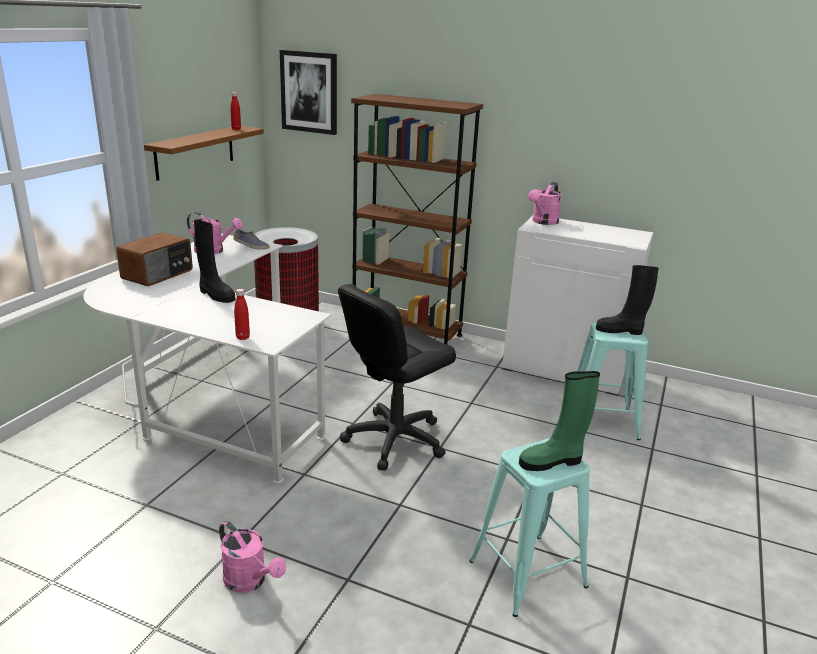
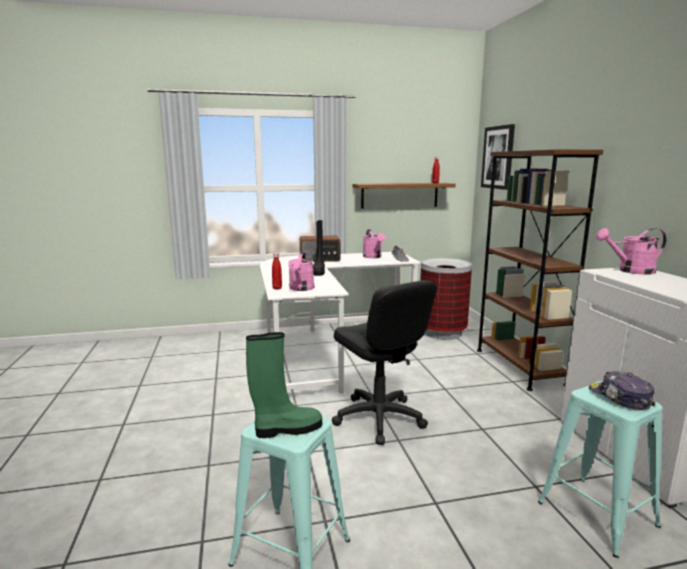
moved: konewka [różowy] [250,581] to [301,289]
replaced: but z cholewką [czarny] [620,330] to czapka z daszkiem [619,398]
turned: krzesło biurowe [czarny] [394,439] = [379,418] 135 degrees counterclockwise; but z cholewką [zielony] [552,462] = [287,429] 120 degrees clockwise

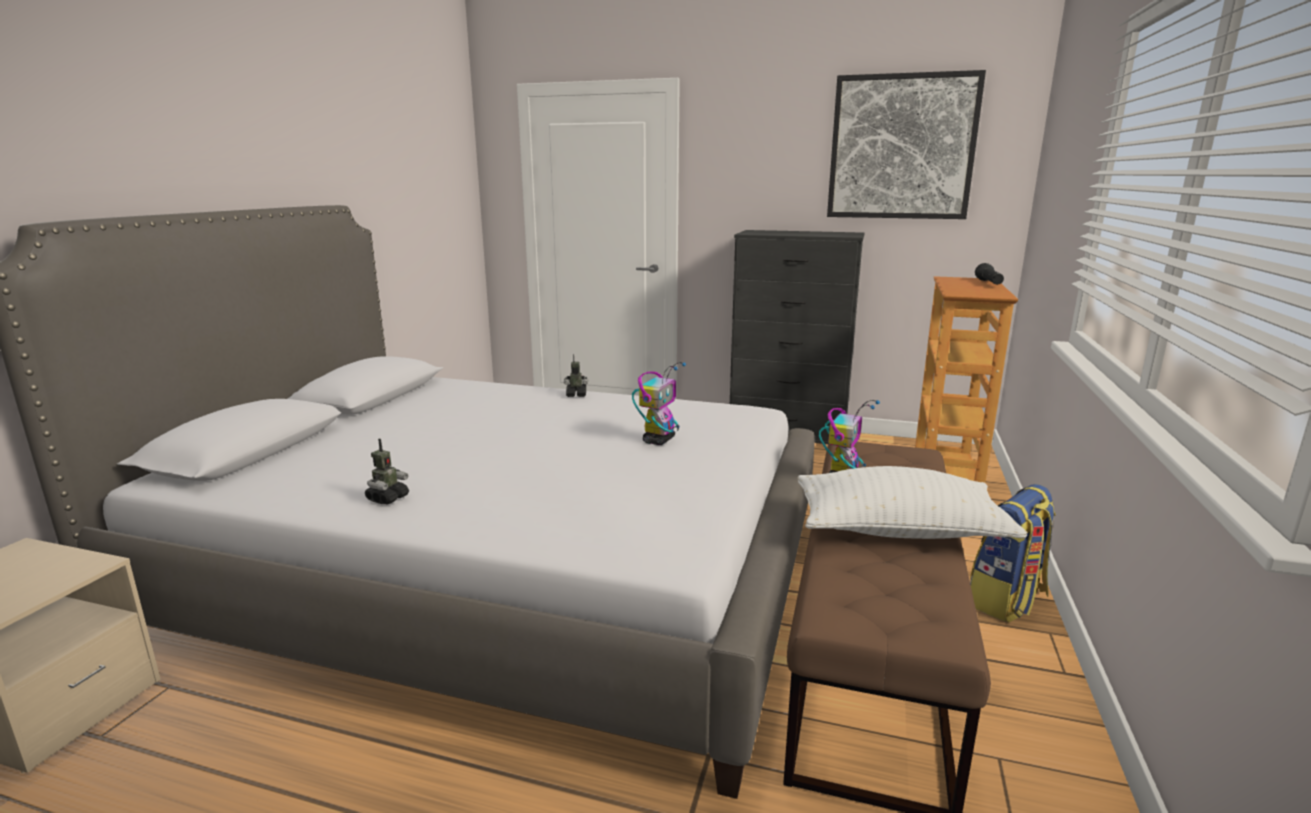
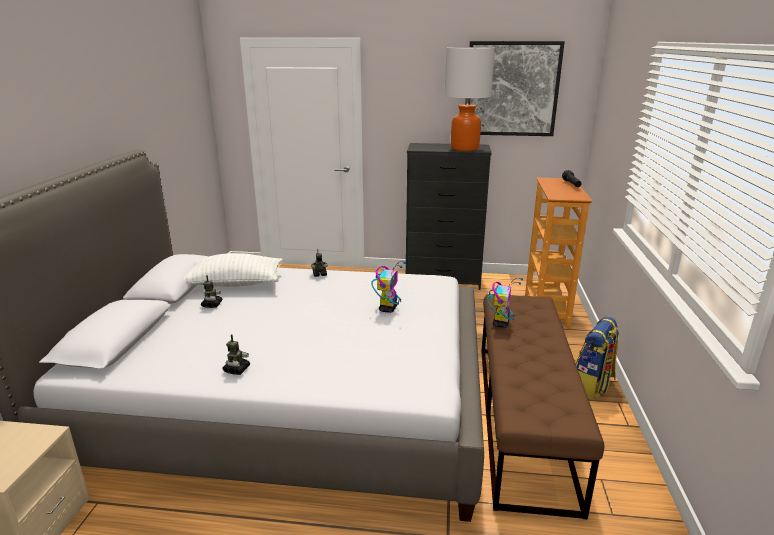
added: robot zabawkowy [212,305]; lampa stołowa [464,148]
moved: poduszka [biały] [898,531] to [234,284]

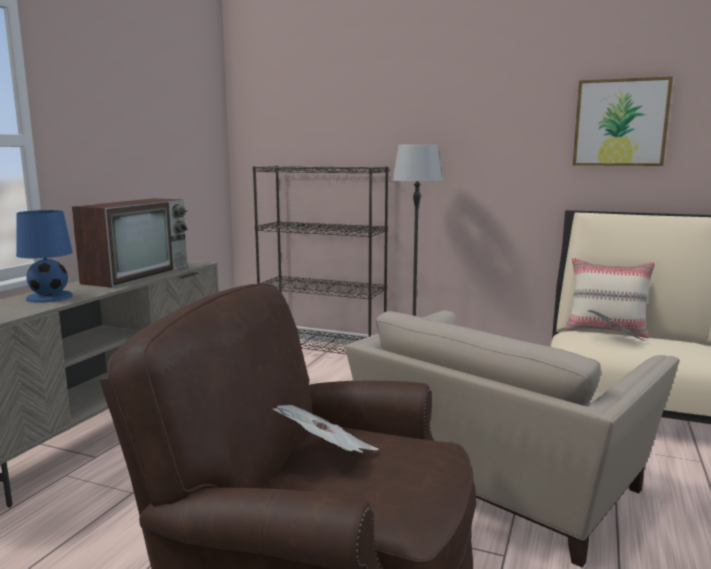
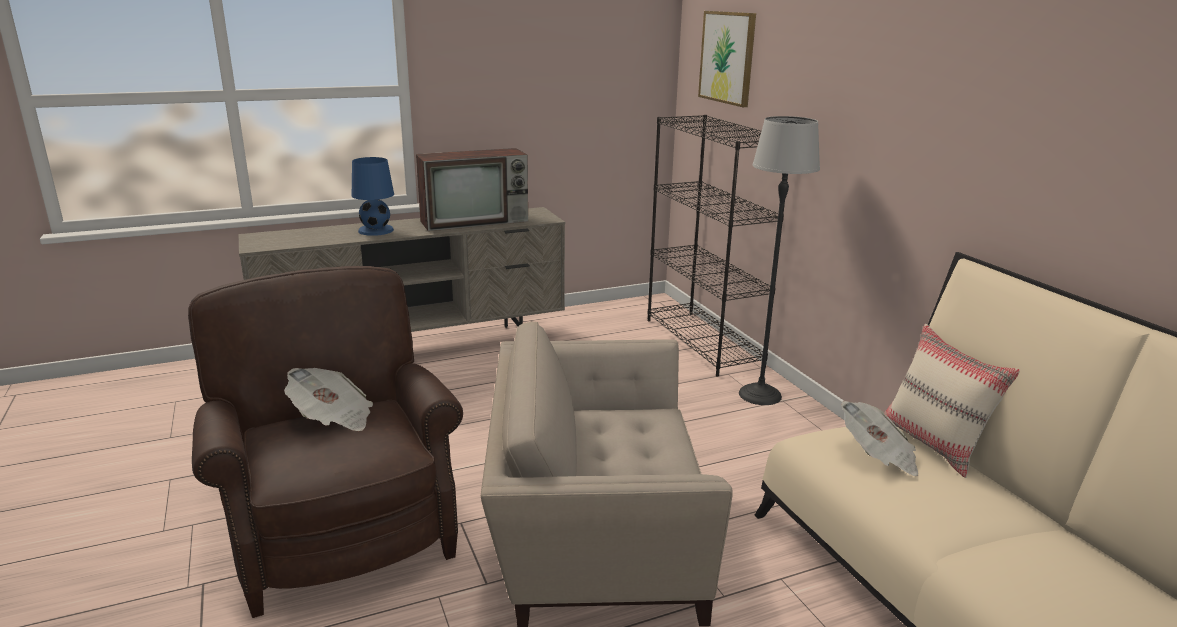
moved: obraz [620,122] to [727,57]

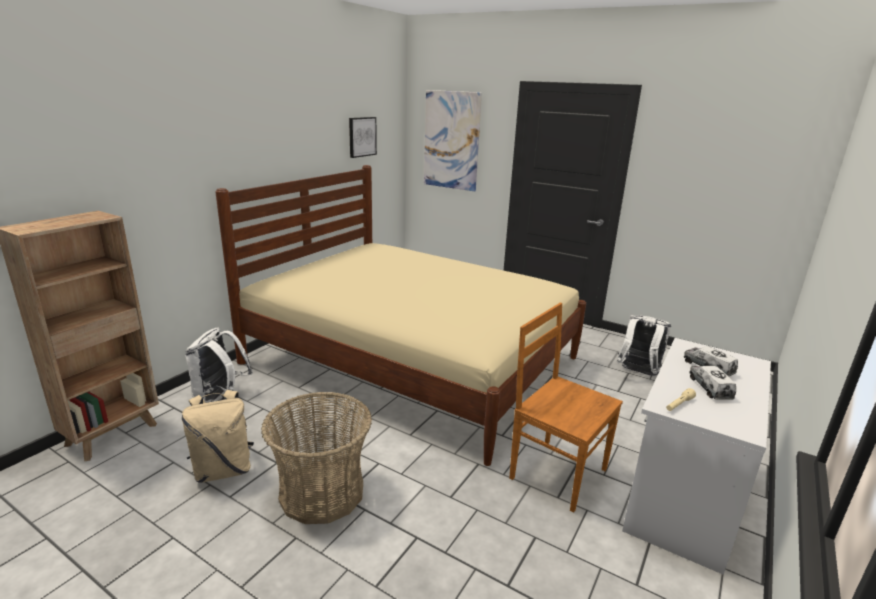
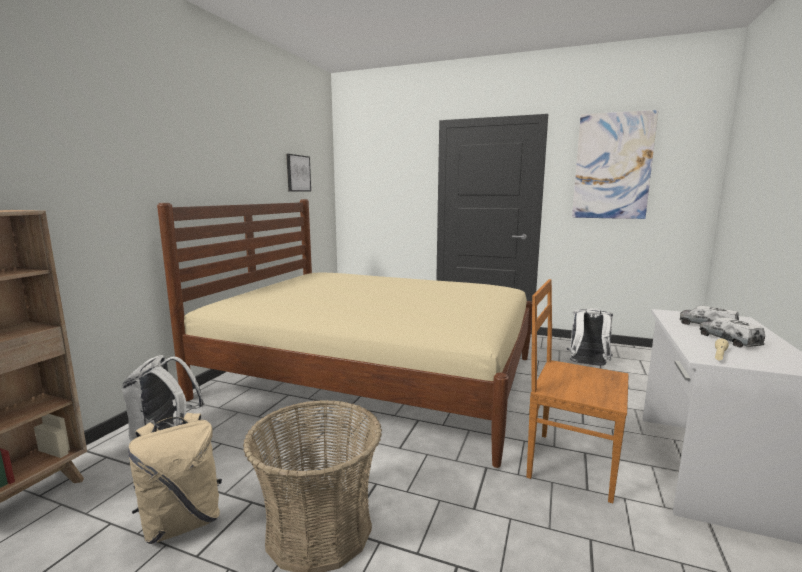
moved: obraz [451,140] to [612,166]

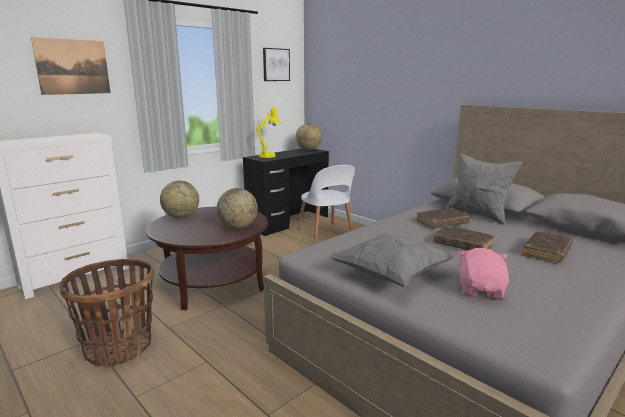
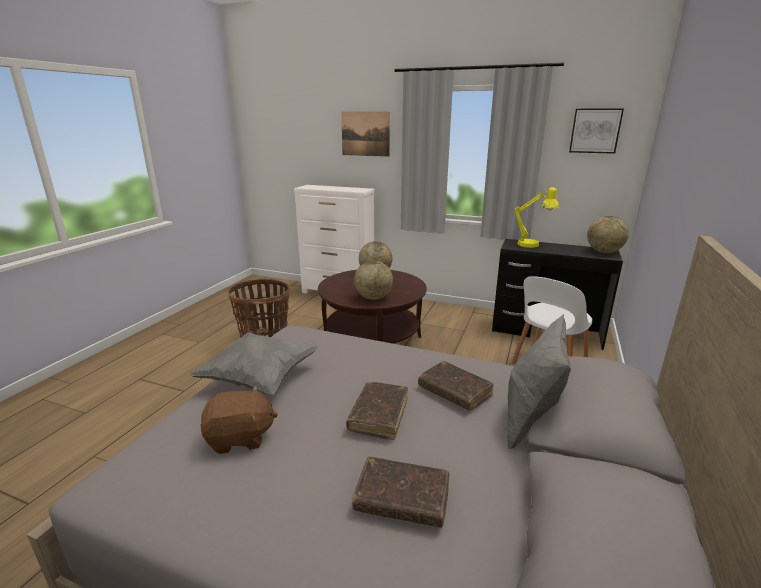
recoloured: pluszak [różowy] [480,290] to pluszak [brązowy] [240,438]

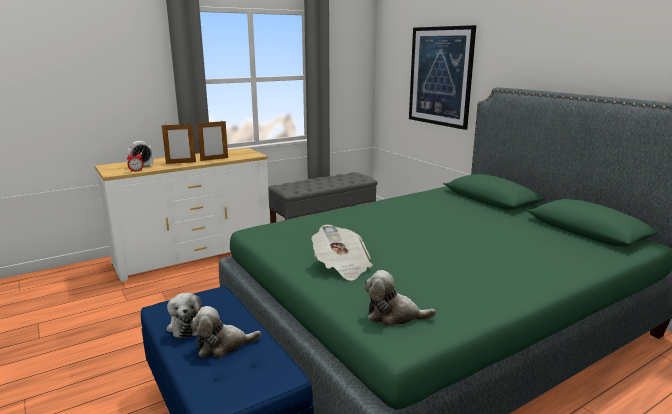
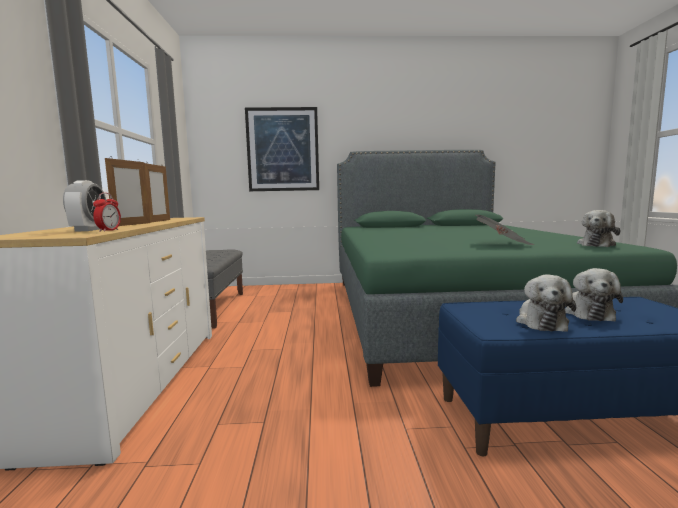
turned: pluszak [187,325] = [541,322] 90 degrees clockwise

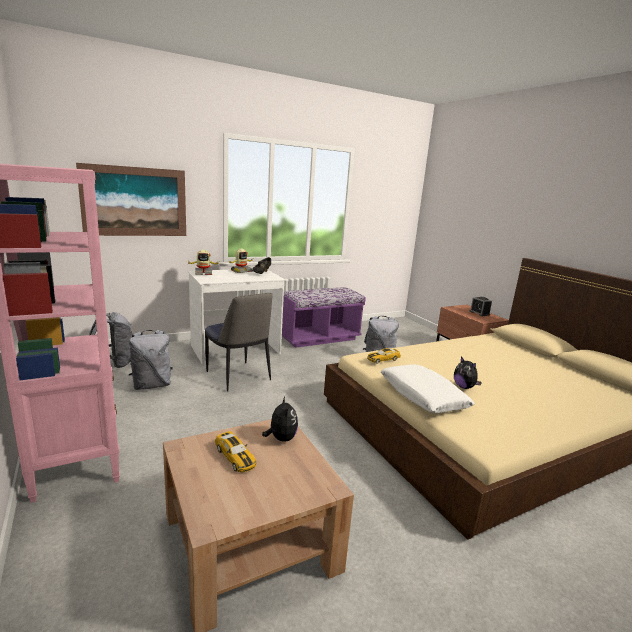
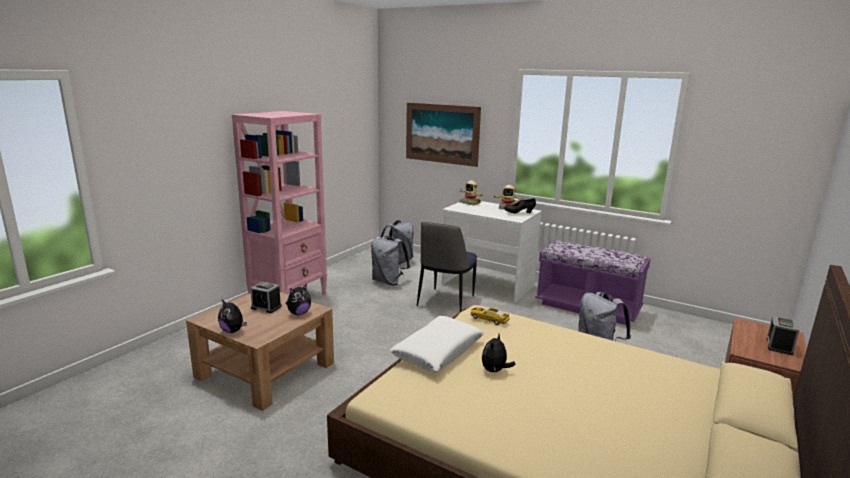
added: pluszak [233,331]
replaced: samochodzik [235,457] to budzik [266,307]

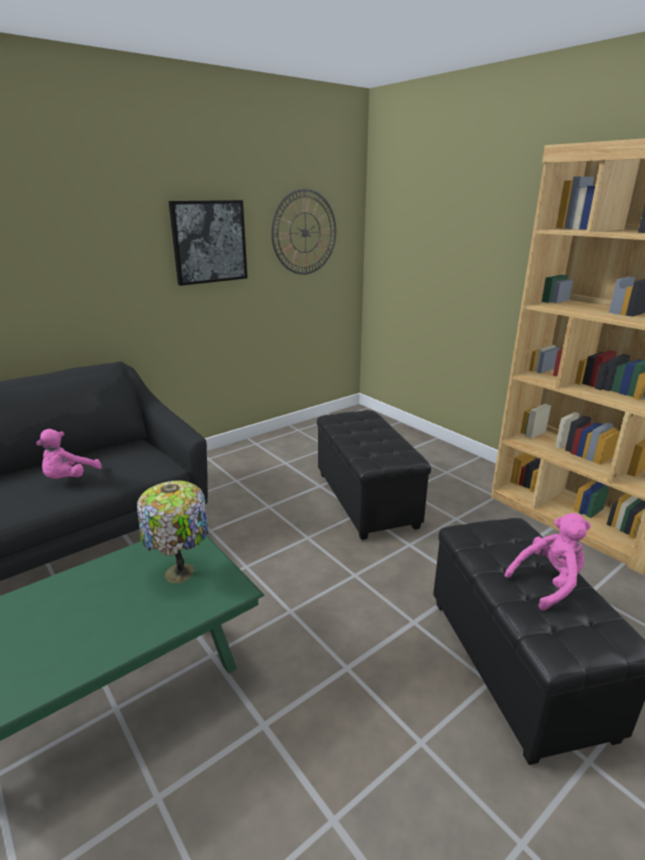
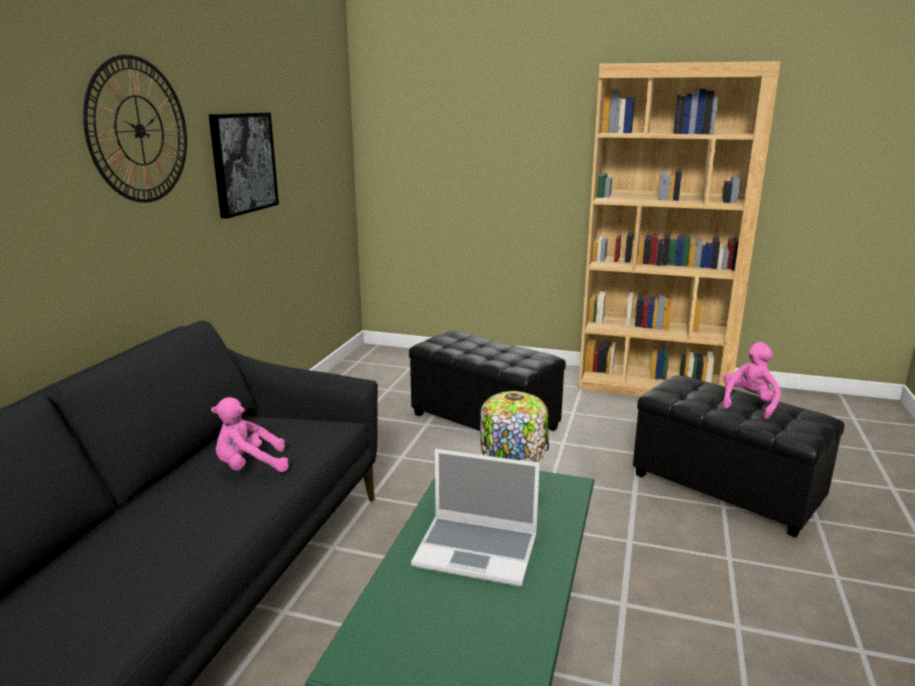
added: laptop [478,551]
moved: zegar ścienny [305,232] to [139,130]
turned: pluszak [różowy] [69,478] = [249,467] 90 degrees clockwise

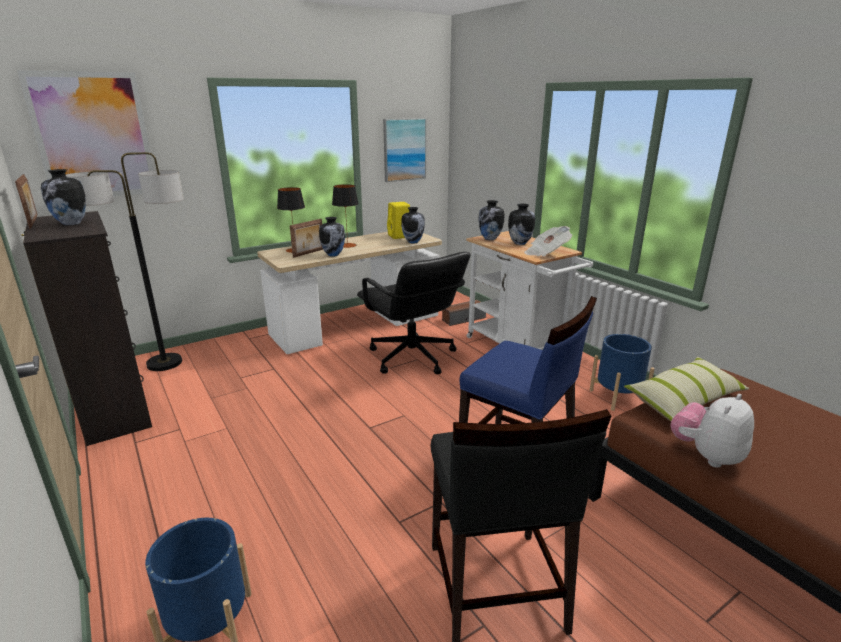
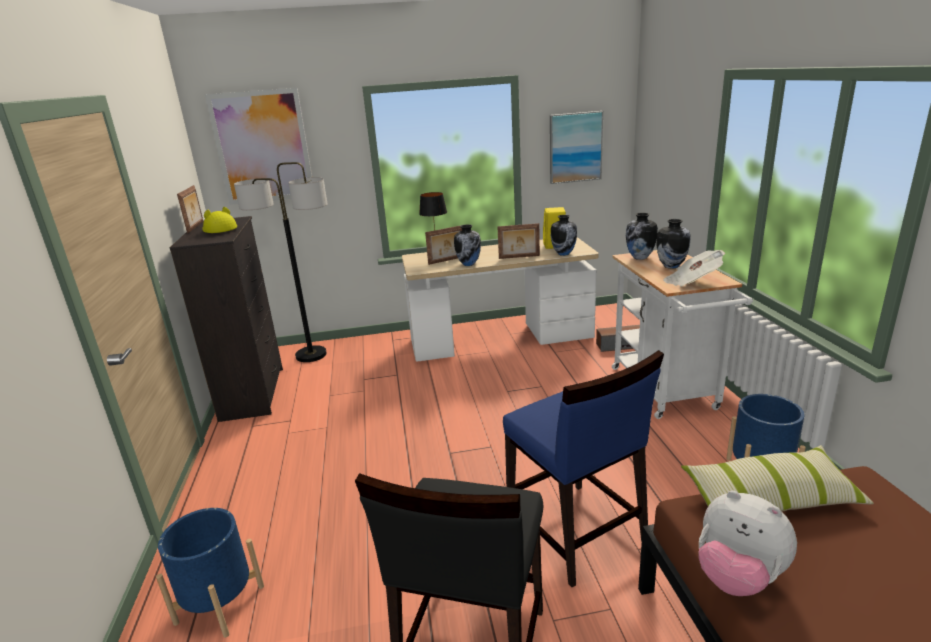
removed: lampa stołowa [347,245]; krzesło biurowe [czarny] [412,358]
added: ramka na zdjęcie [519,257]
replaced: wazon [71,223] to kapelusz [żółty] [219,229]
turned: pluszak [706,455] = [738,577] 120 degrees counterclockwise

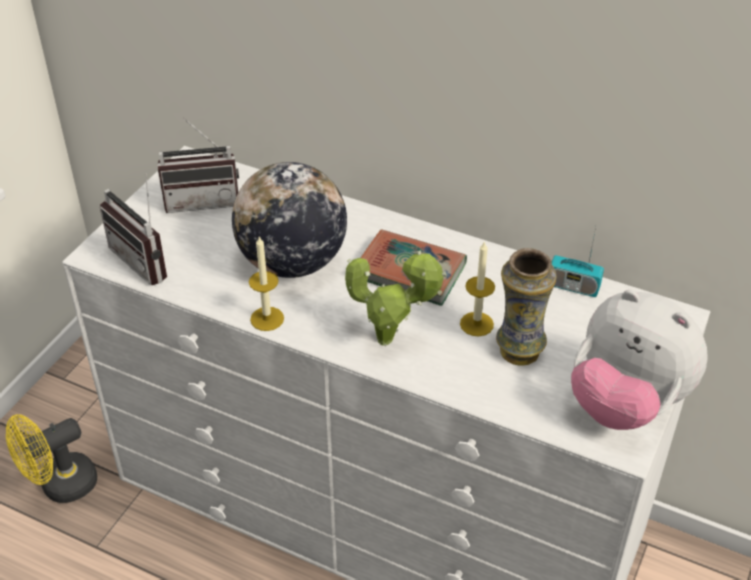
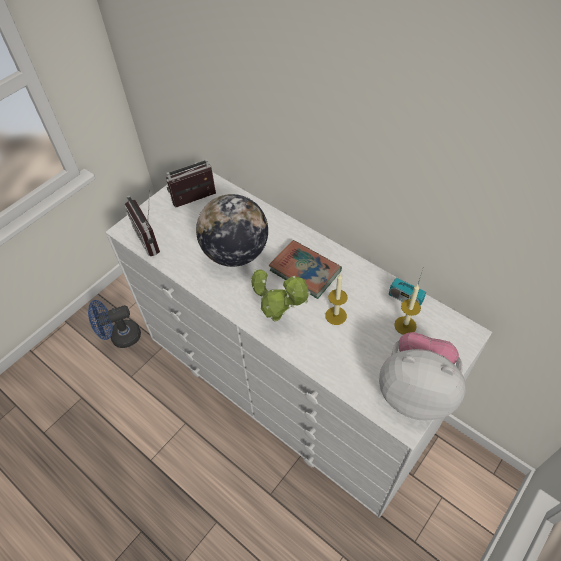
removed: wazon [519,350]
moved: świeca [267,319] to [405,325]
recoloured: wentylator [żółty] [60,486] to wentylator [niebieski] [120,337]
turned: radio [203,200] = [195,202] 150 degrees clockwise; pluszak [626,403] = [415,391] 150 degrees clockwise

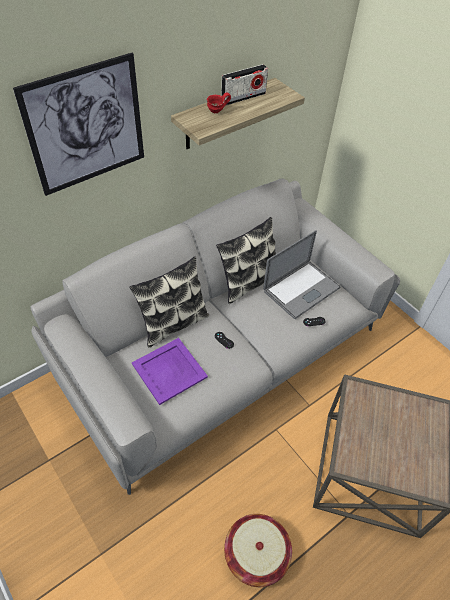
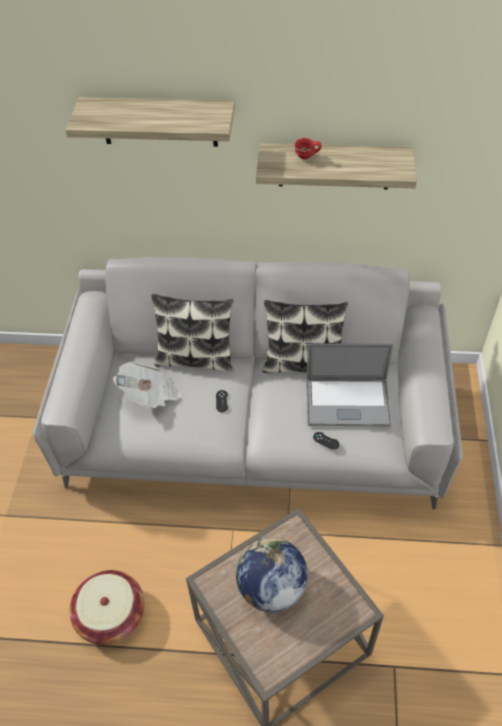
removed: radio [243,97]
added: globus [271,588]
replaced: obraz [86,126] to półka [159,122]; taca [fioletowy] [169,370] to gazeta [150,395]

